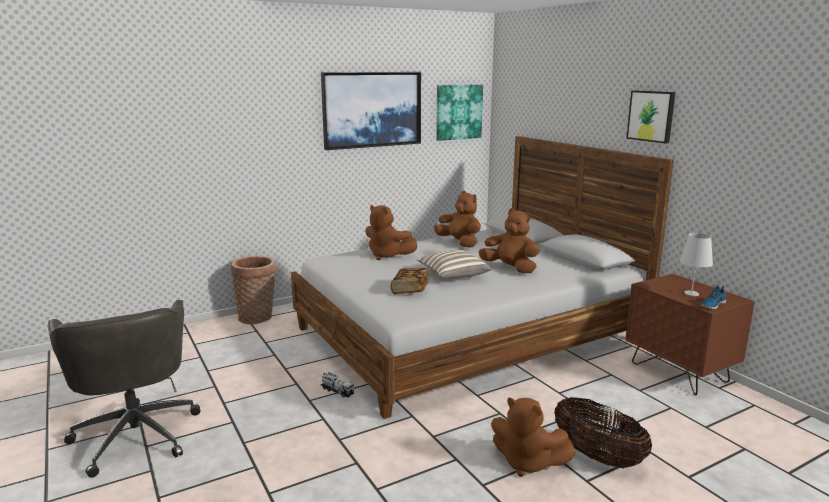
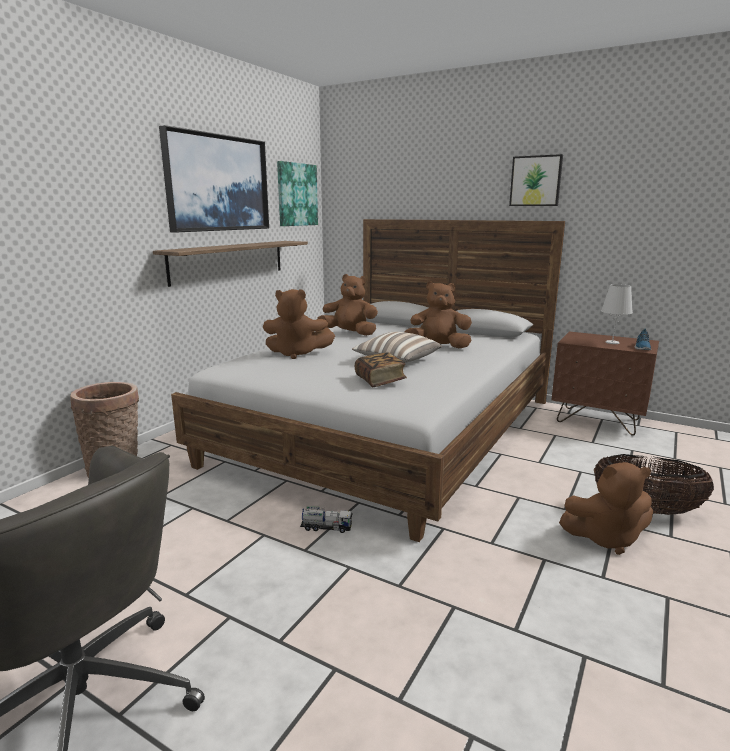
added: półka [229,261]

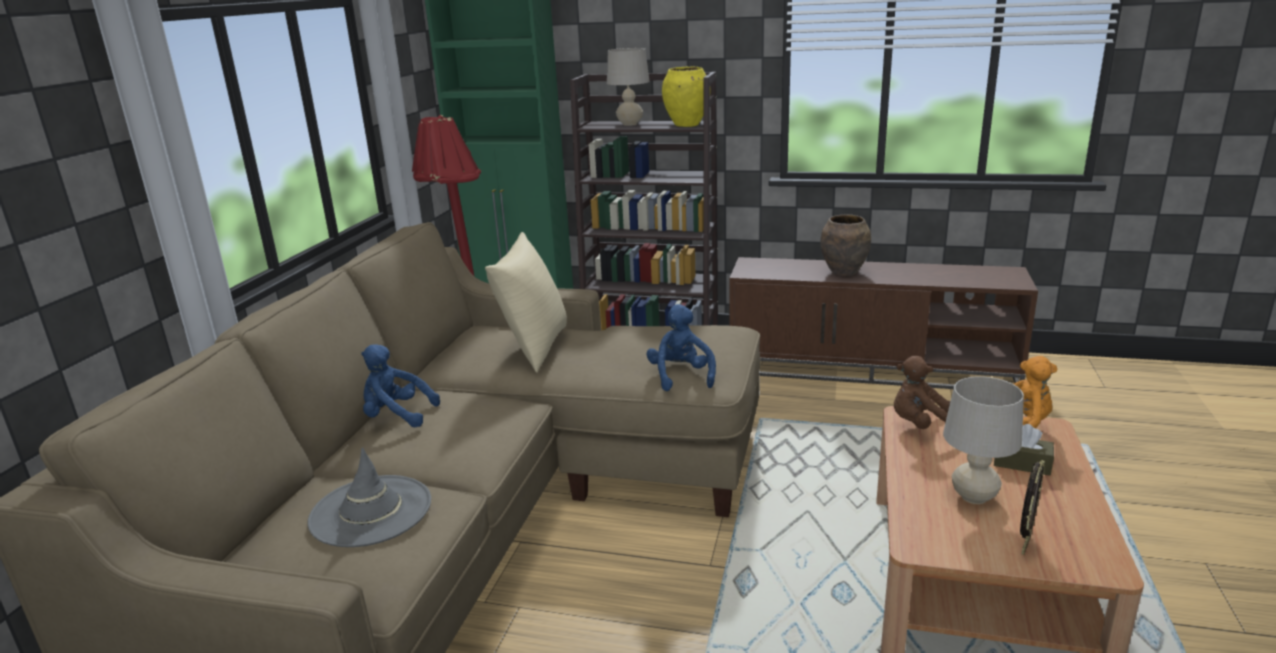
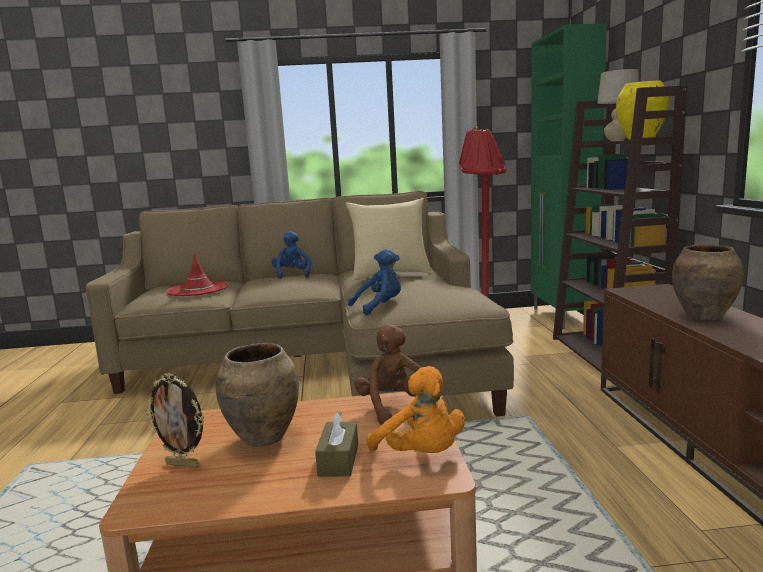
replaced: lampa stołowa [beżowy] [973,497] to wazon [brązowy] [264,438]
recoloured: kapelusz [szary] [370,511] to kapelusz [czerwony] [197,289]

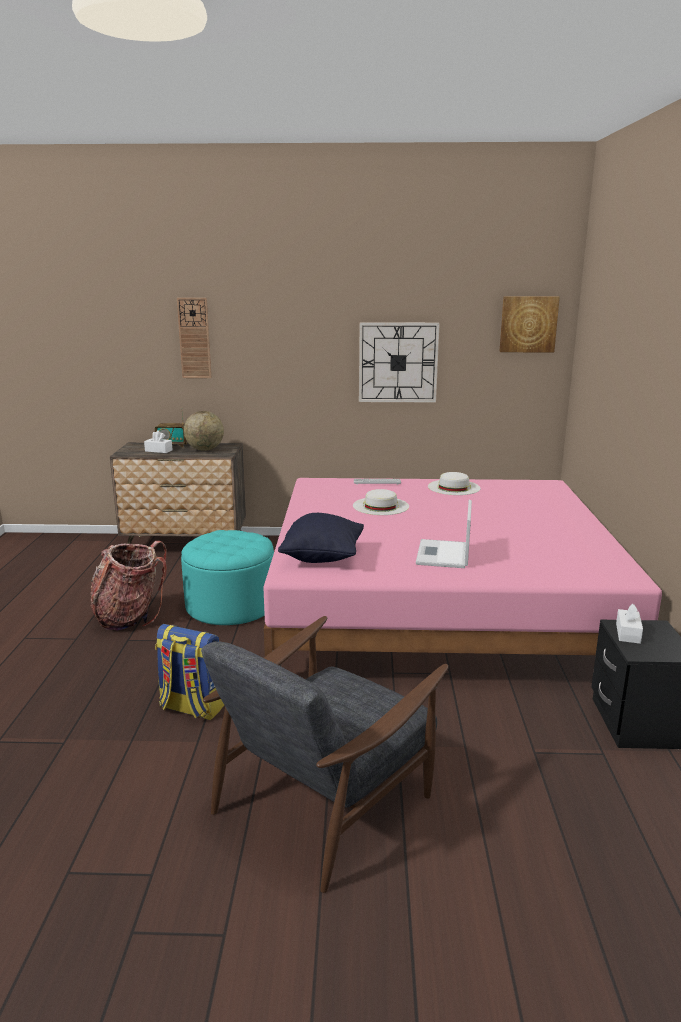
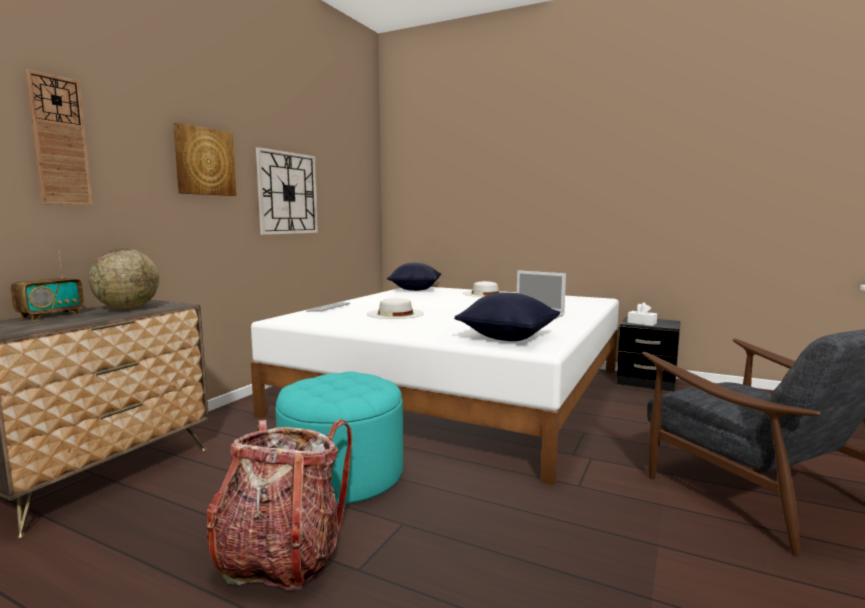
removed: pudełko chusteczek [biały] [158,450]; plecak [191,707]
added: poduszka [czarny] [415,289]
moved: kapelusz [biały] [454,487] to [485,293]; obraz [528,324] to [204,161]
recoloured: łóżko [różowy] [438,609] to łóżko [biały] [457,392]

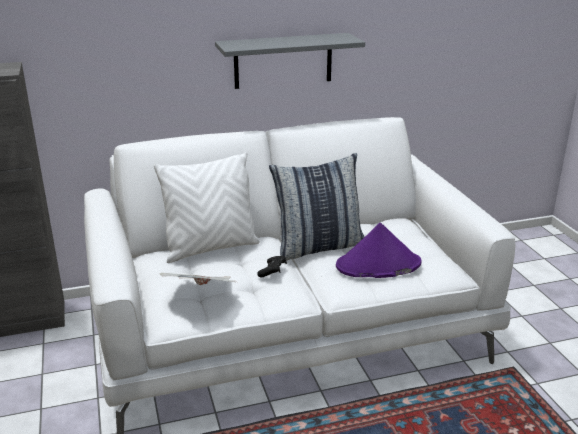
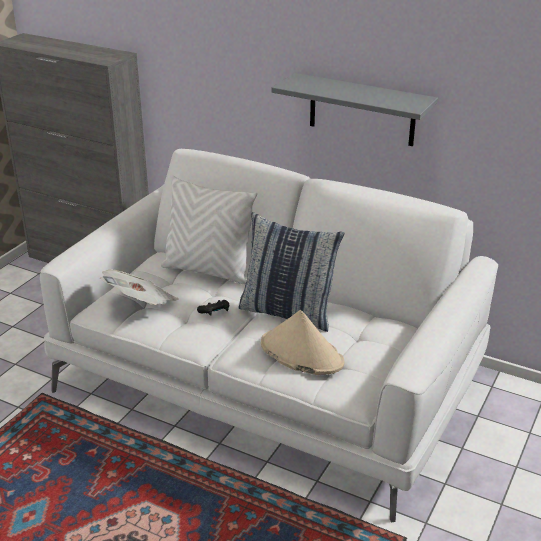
recoloured: kapelusz [fioletowy] [378,265] to kapelusz [beżowy] [301,353]

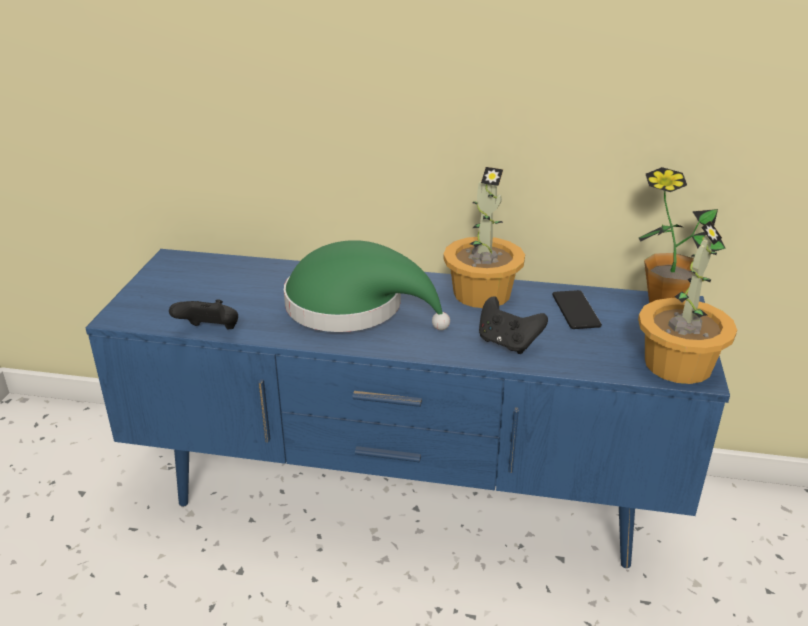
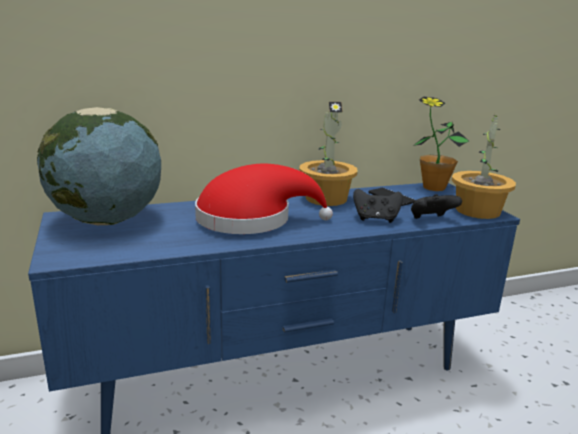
added: globus [106,220]
moved: pad do gier [czarny] [210,332] to [431,220]
recoloured: kapelusz [zielony] [354,307] to kapelusz [czerwony] [251,219]

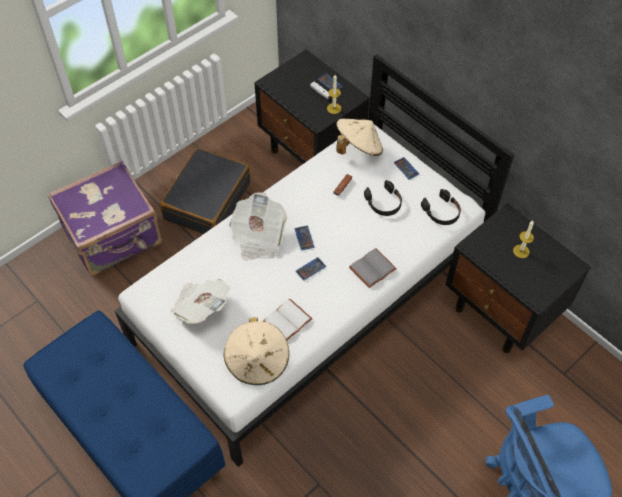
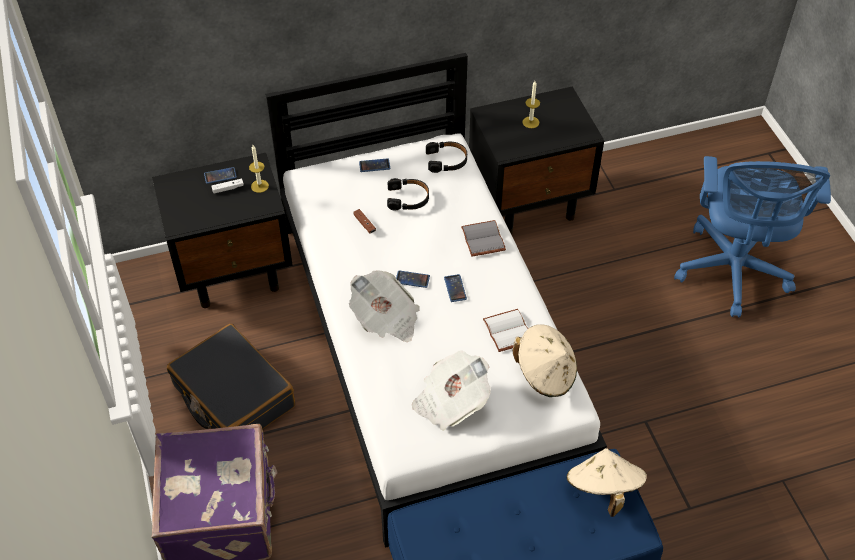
moved: kapelusz [beżowy] [358,148] to [603,490]

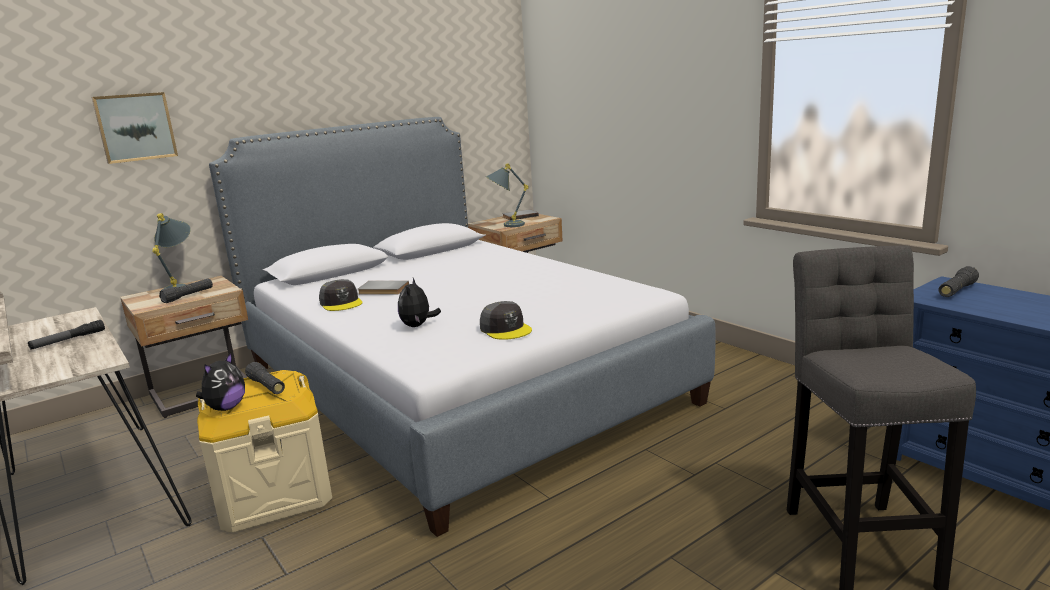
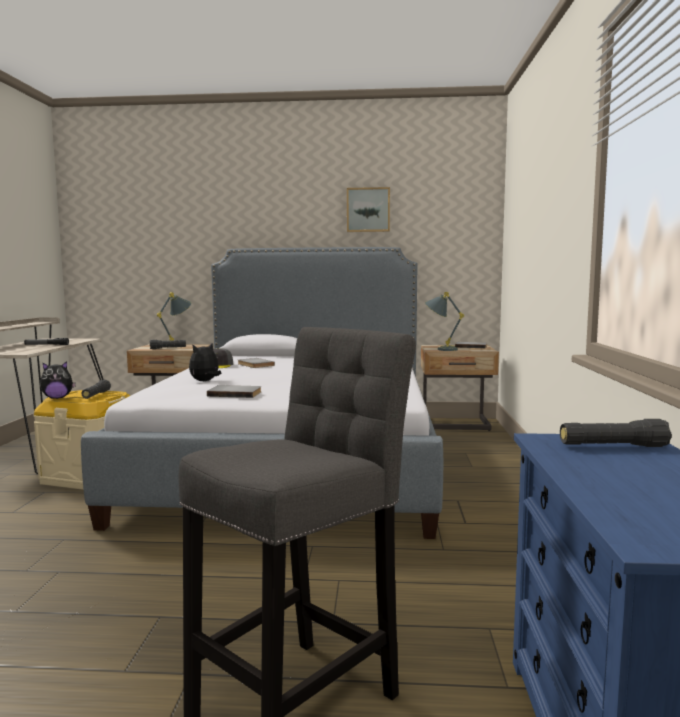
moved: obraz [135,127] to [368,210]
replaced: czapka z daszkiem [szary] [506,329] to książka [szary] [235,393]

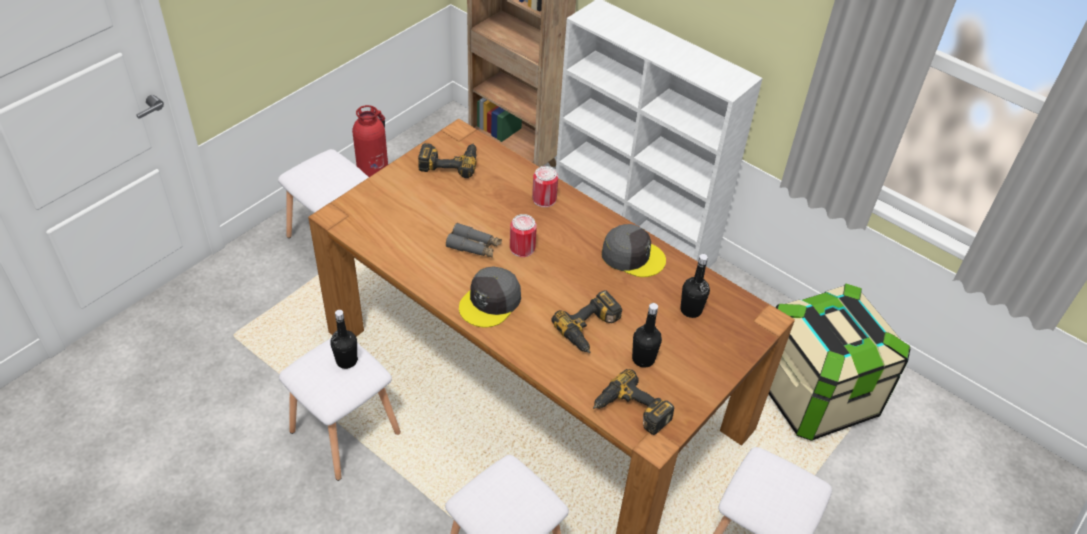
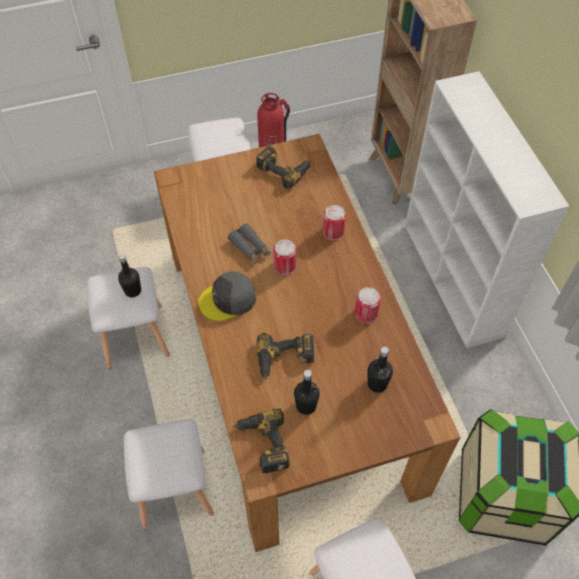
replaced: czapka z daszkiem [szary] [632,256] to puszka [366,313]

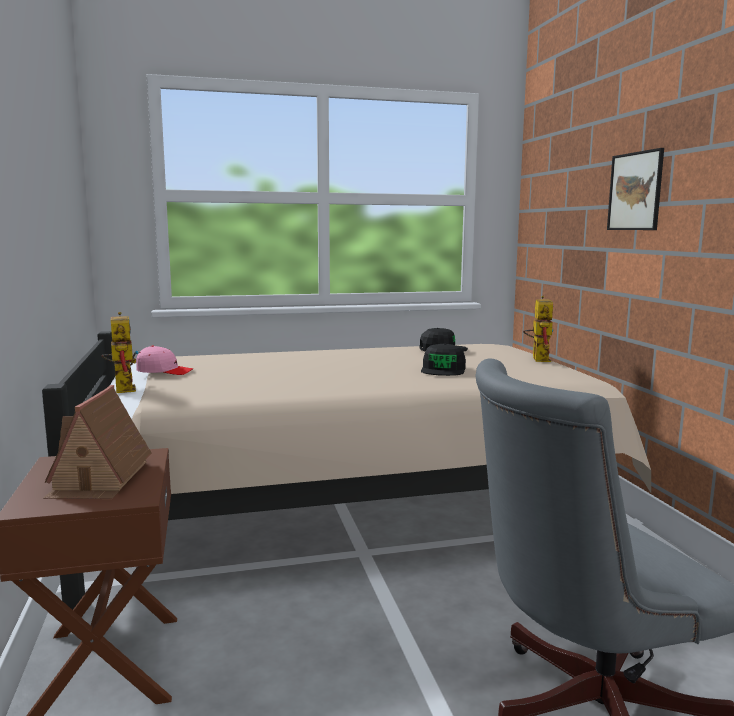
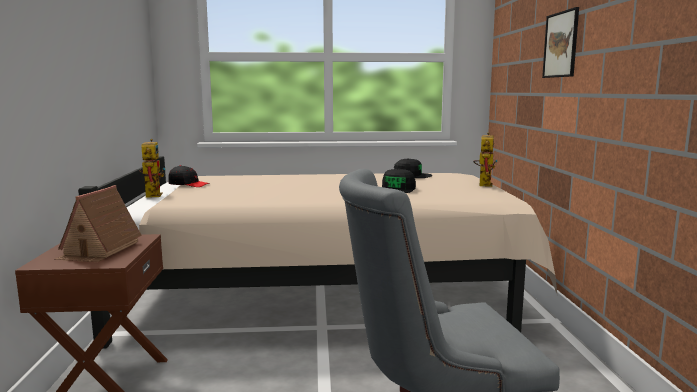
recoloured: czapka z daszkiem [różowy] [164,371] to czapka z daszkiem [czarny] [188,184]

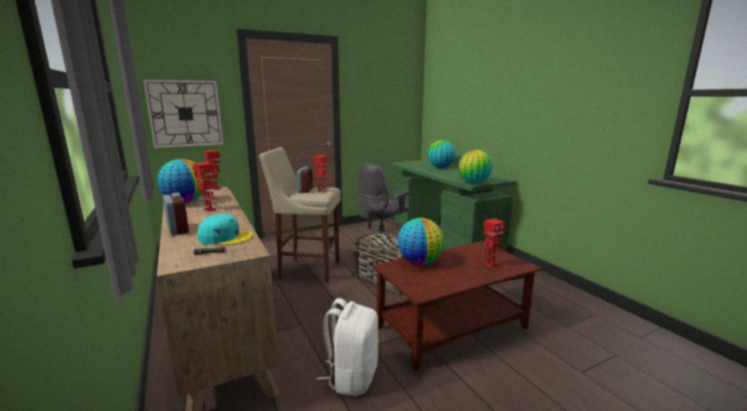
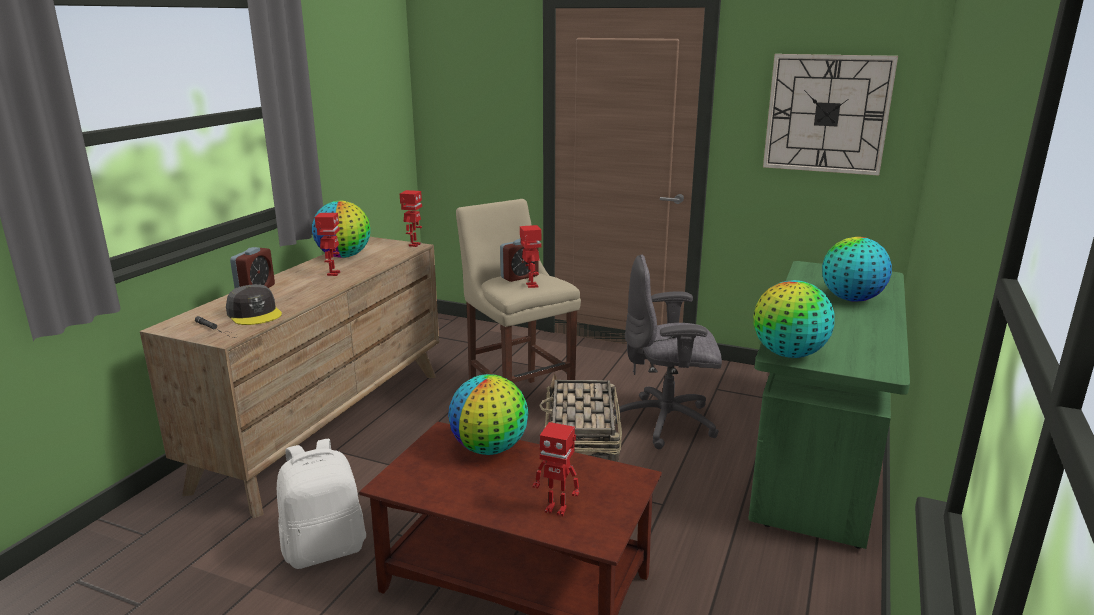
moved: zegar ścienny [185,113] to [827,114]
recoloured: czapka z daszkiem [turkusowy] [225,237] to czapka z daszkiem [szary] [254,314]

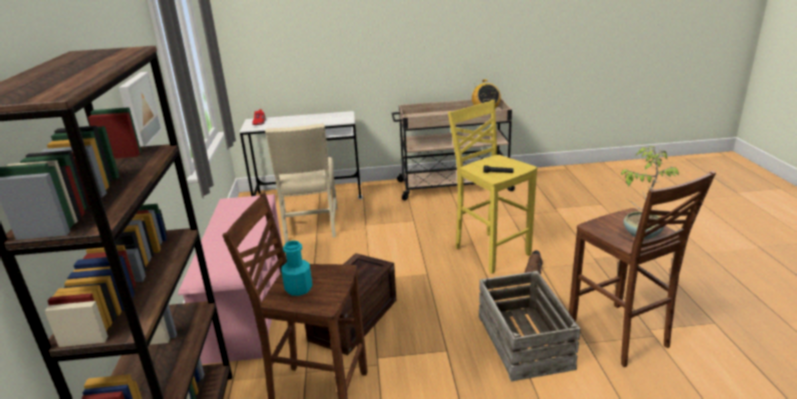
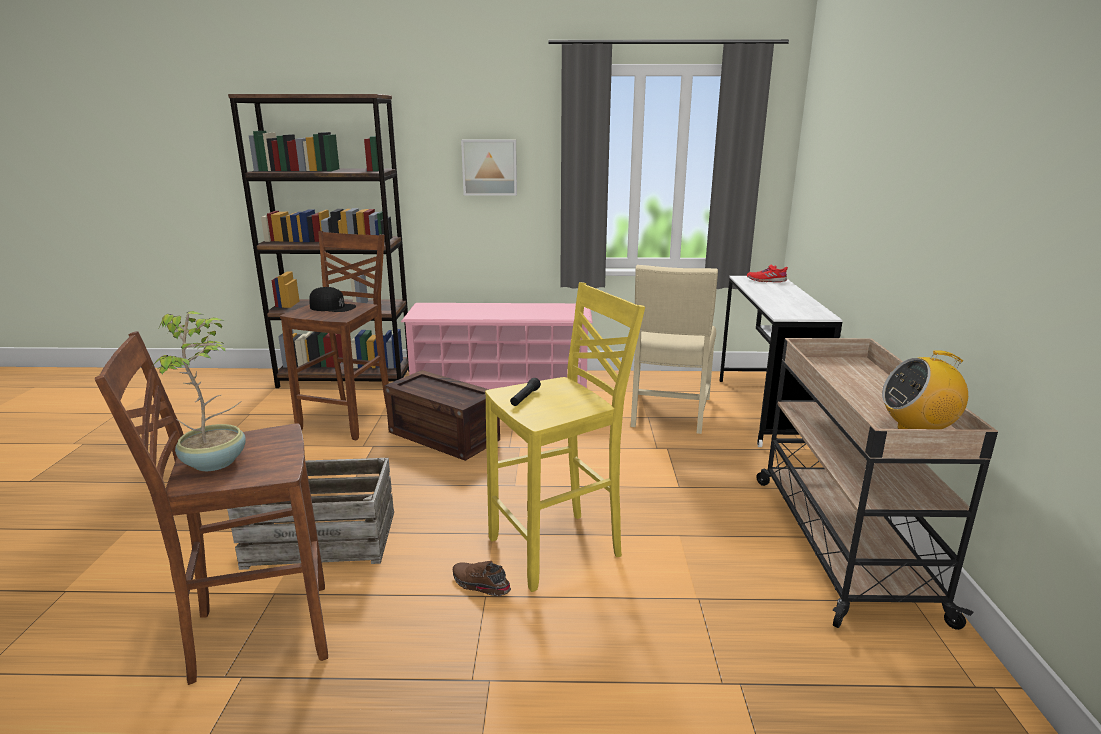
replaced: butelka [turkusowy] [298,288] to czapka z daszkiem [czarny] [332,307]
turned: krzesło [beżowy] [310,225] = [668,413] 75 degrees counterclockwise

